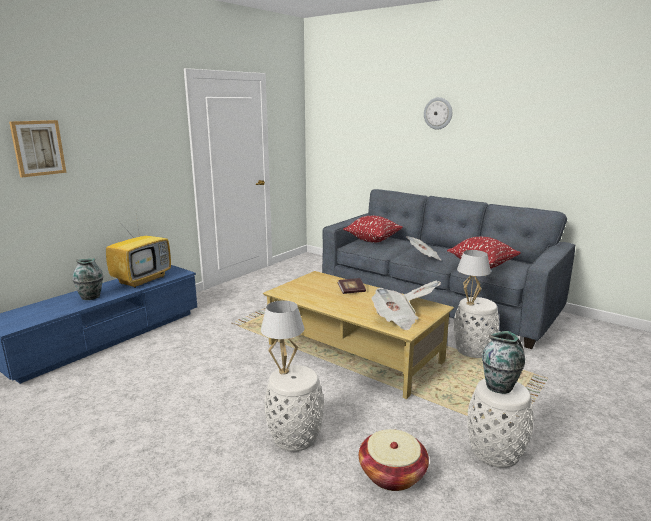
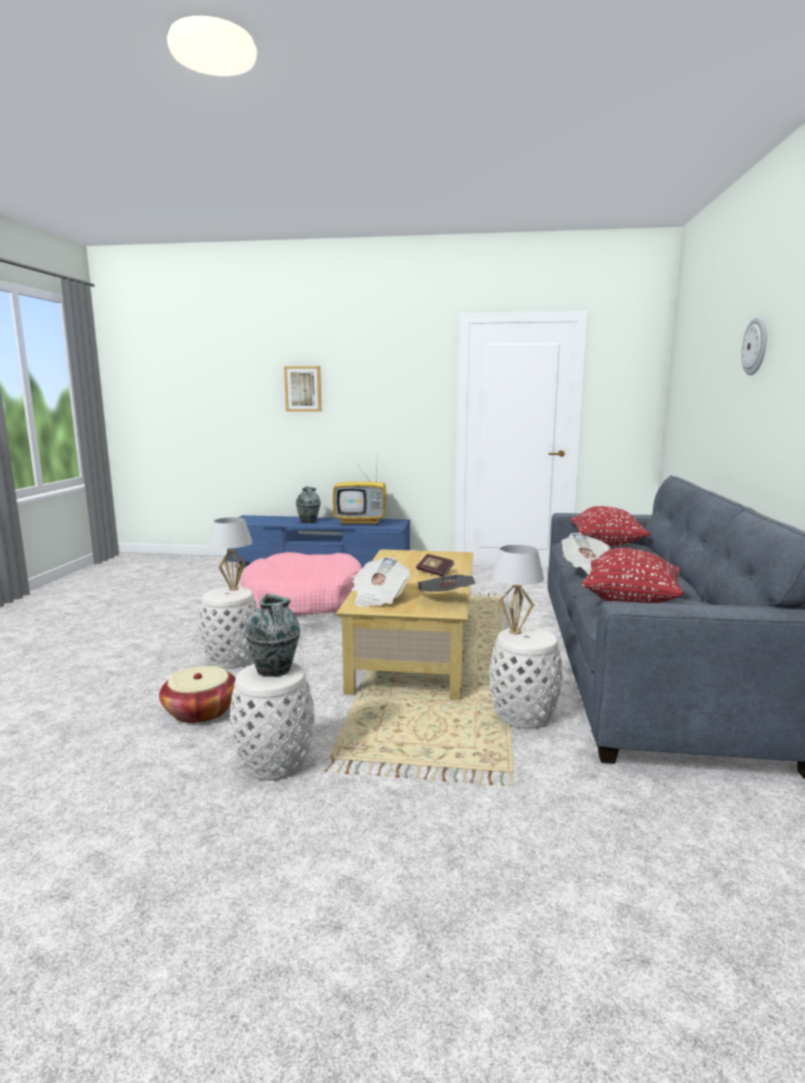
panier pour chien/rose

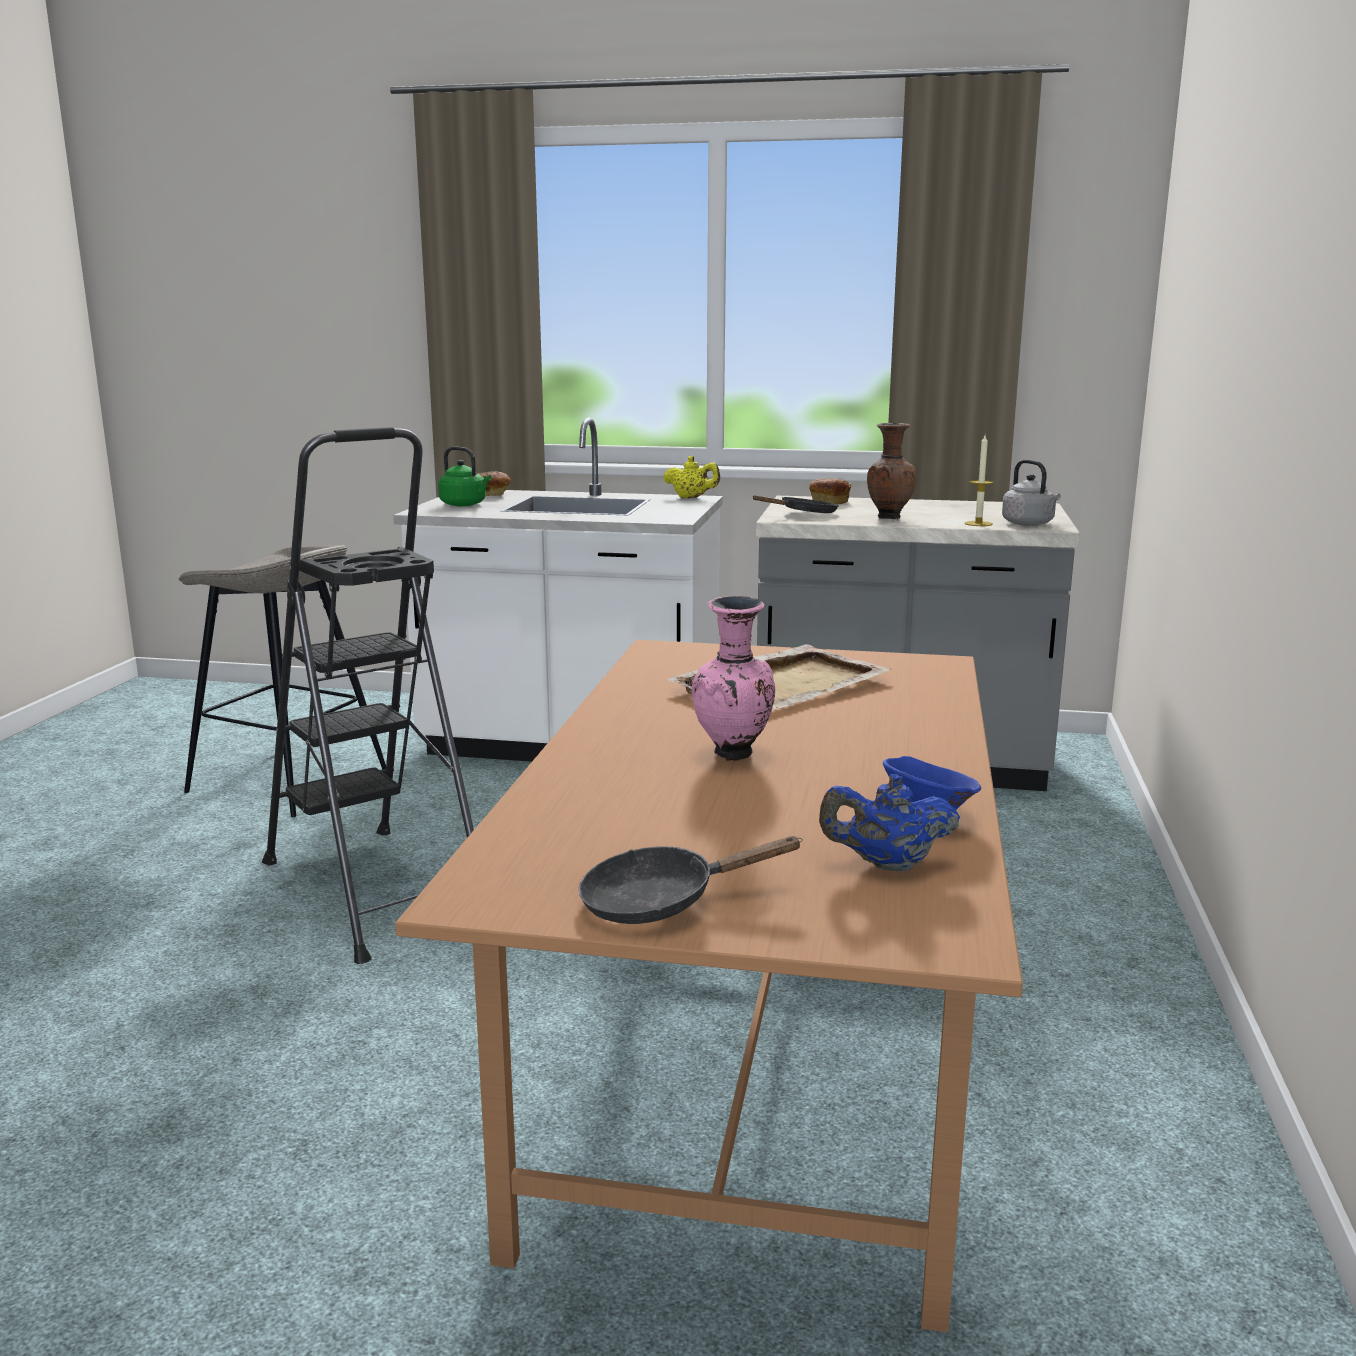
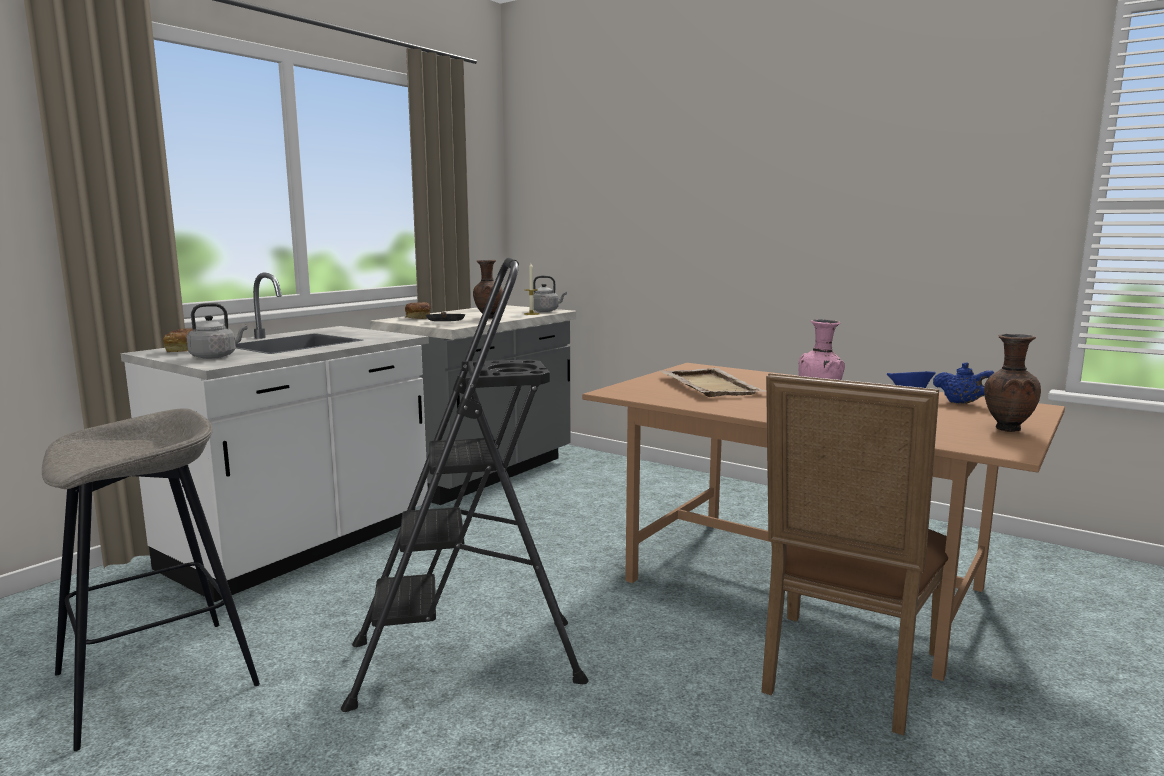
théière/jaune
chaise/marron
vase/marron (2nd from left)
bouilloire/gris (1st from left)
théière/bleu

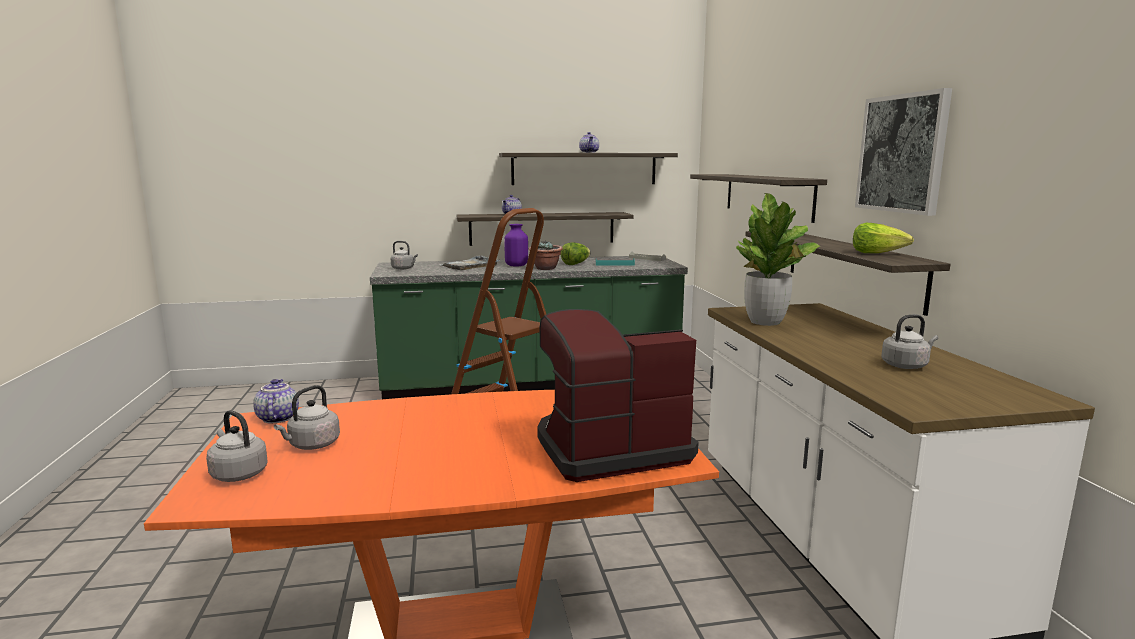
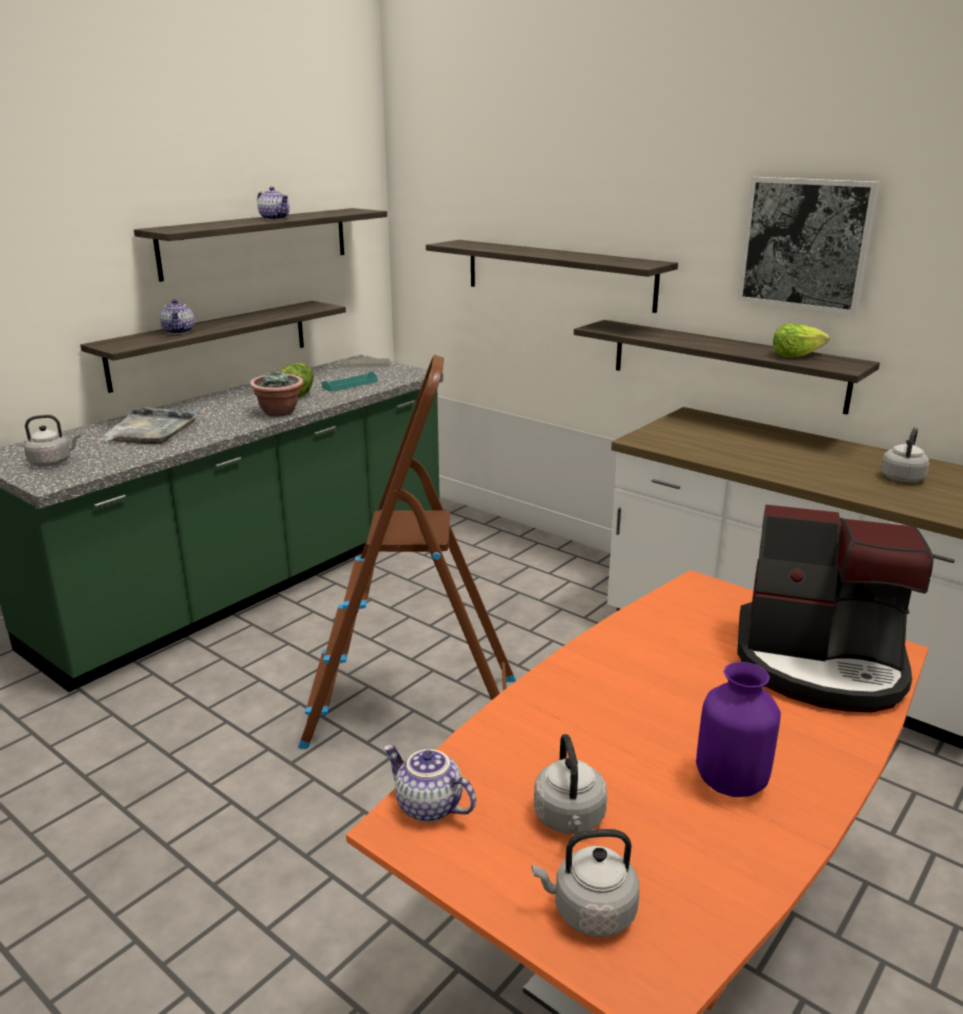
plante en pot (2nd from left in the first image)
vase/violet
machine à café

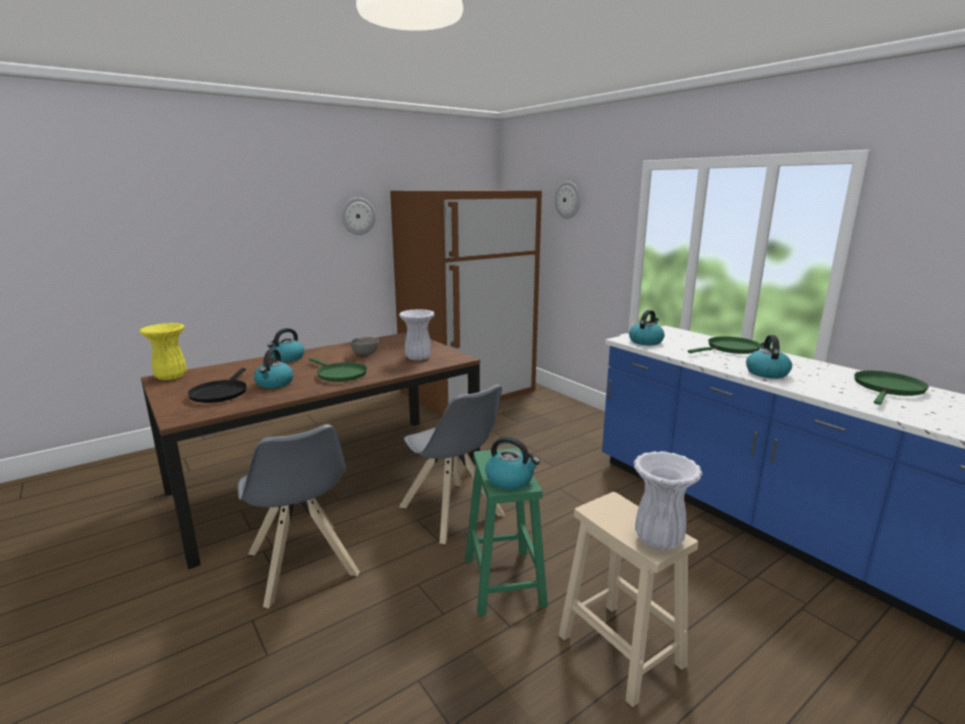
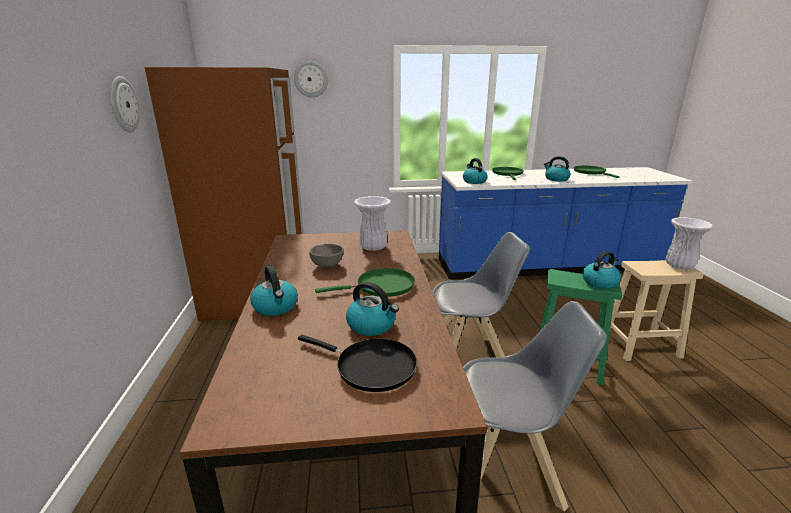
vase/jaune

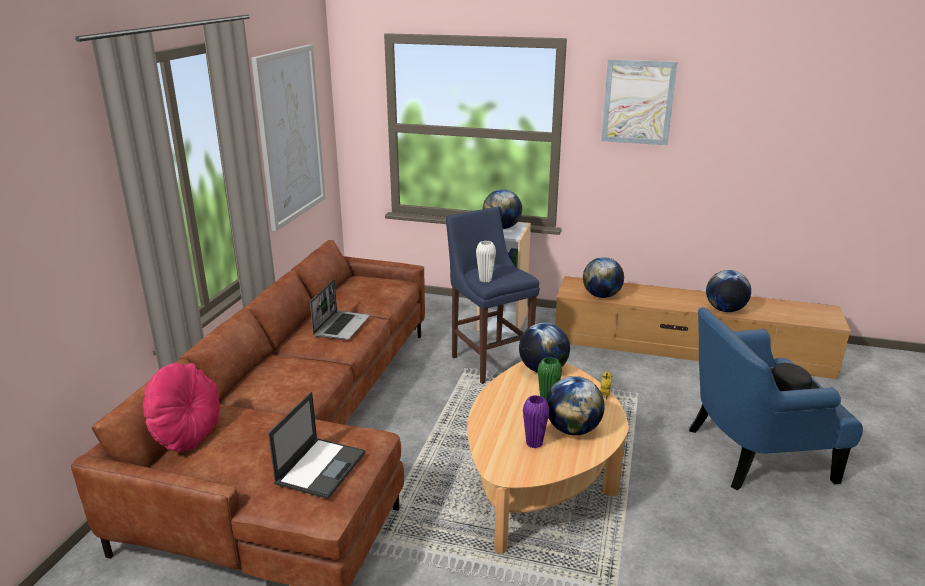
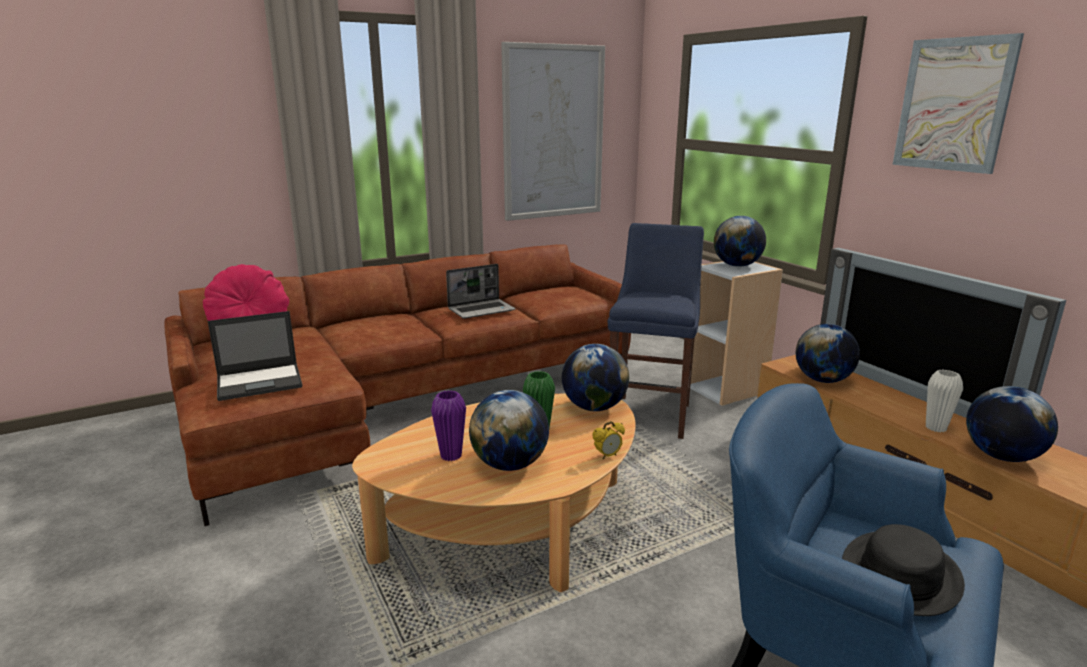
téléviseur
vase/blanc

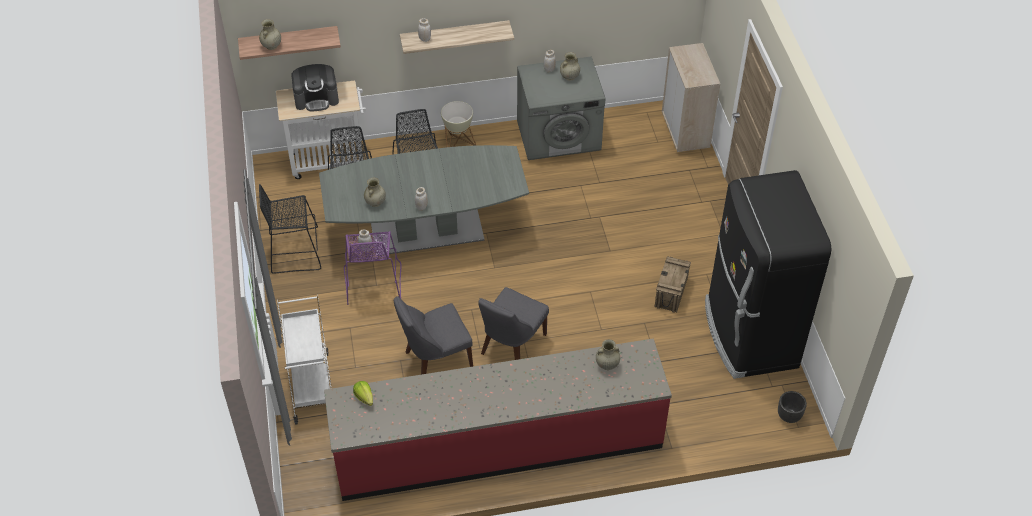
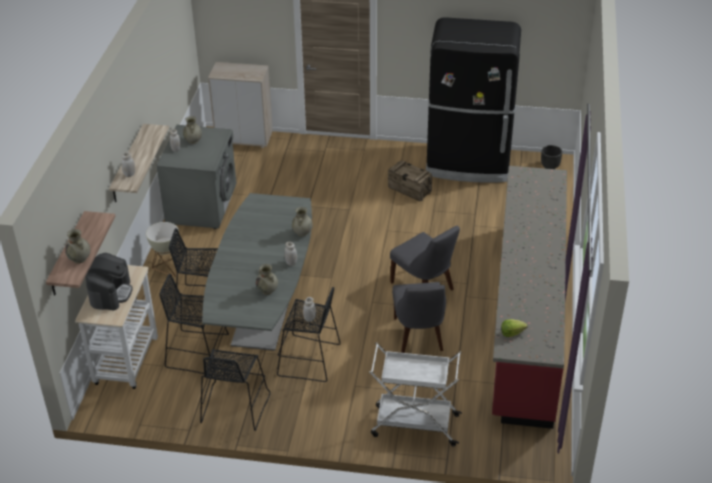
vase/beige (4th from left)
tabouret/noir (4th from left)

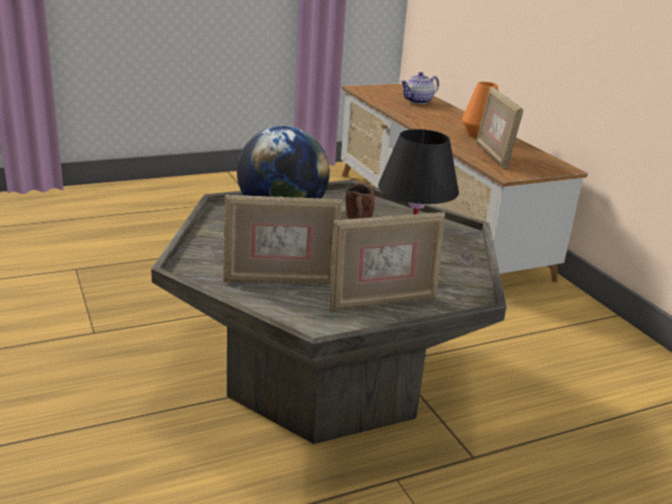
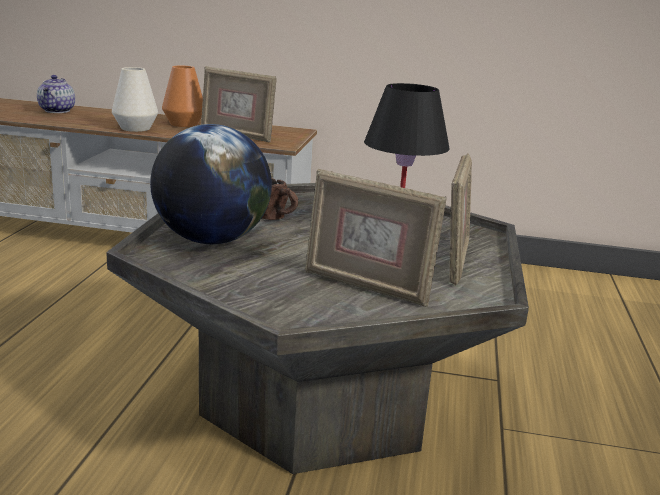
vase/blanc
cadre photo (2nd from left)

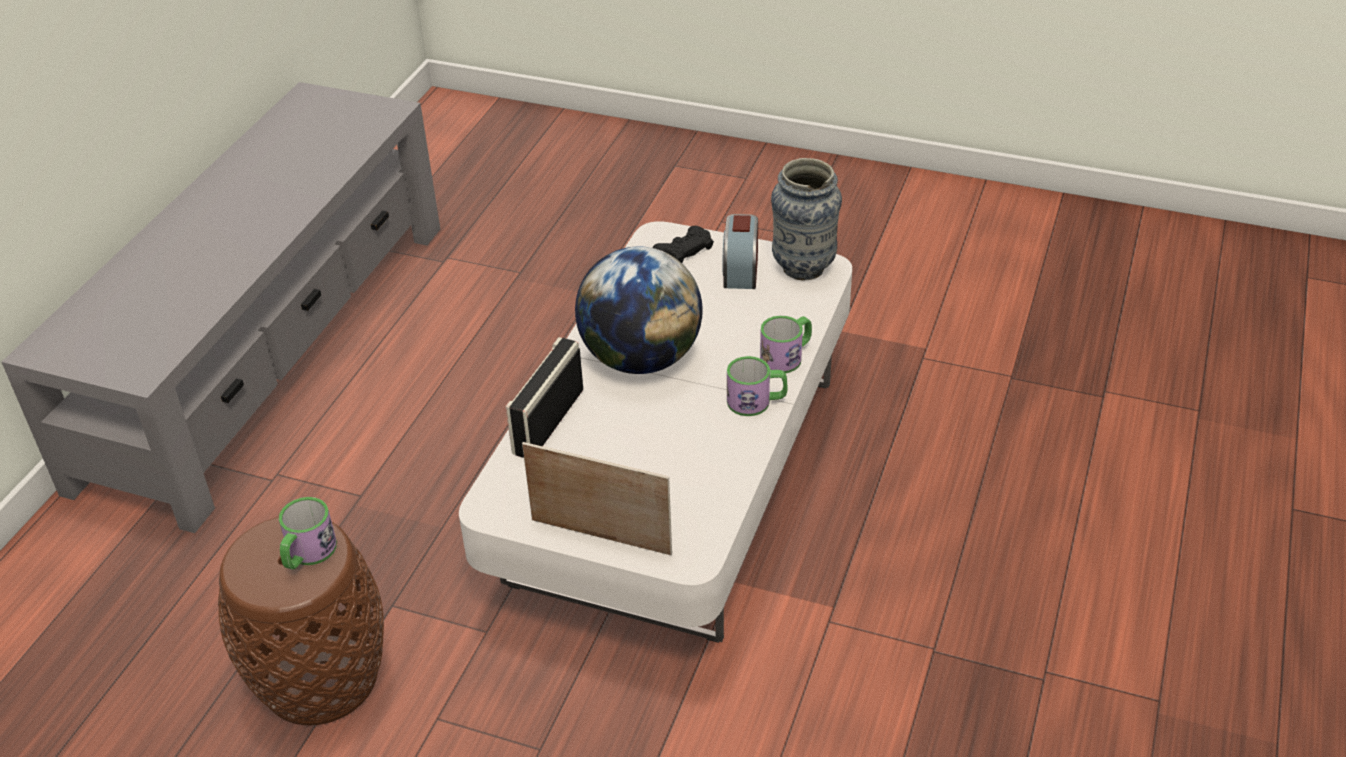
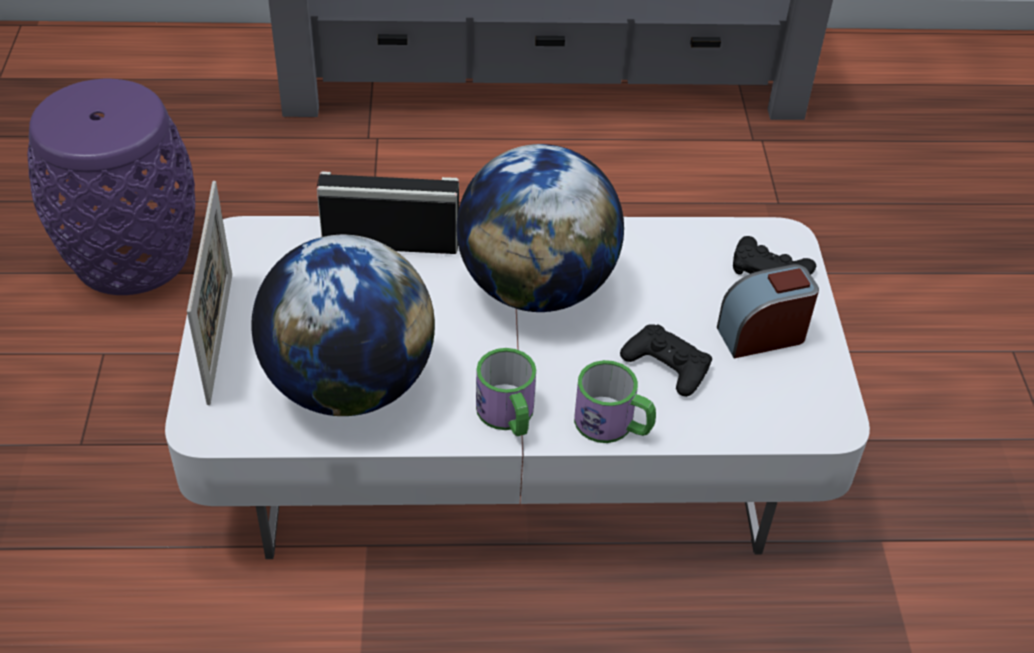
mug (1st from left in the first image)
vase
globe (1st from left)
manette/noir (1st from left)
tabouret/violet

